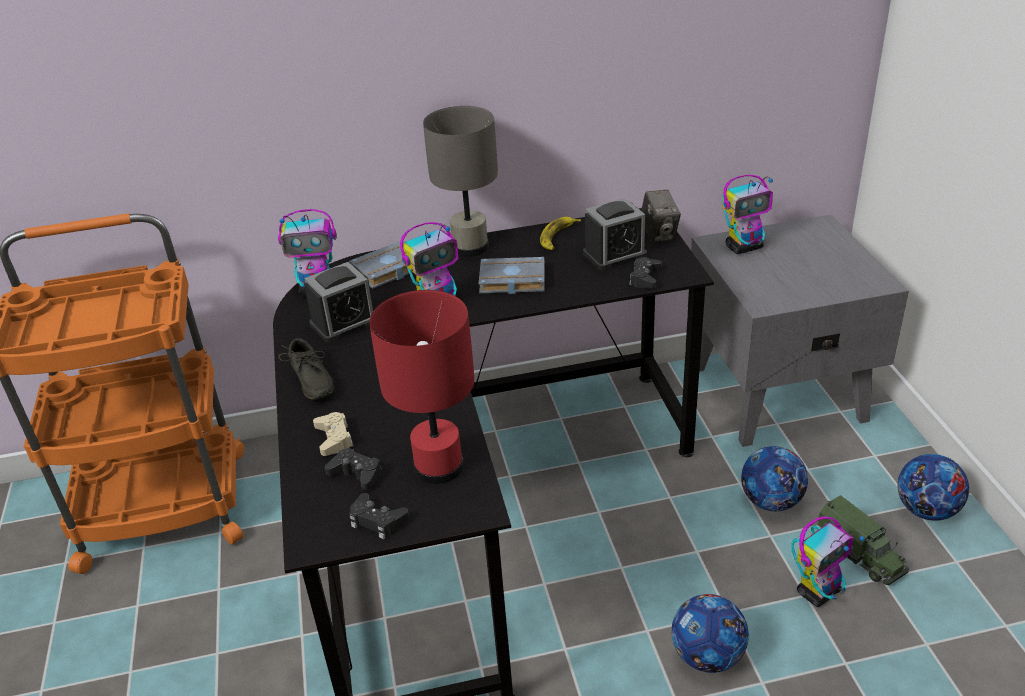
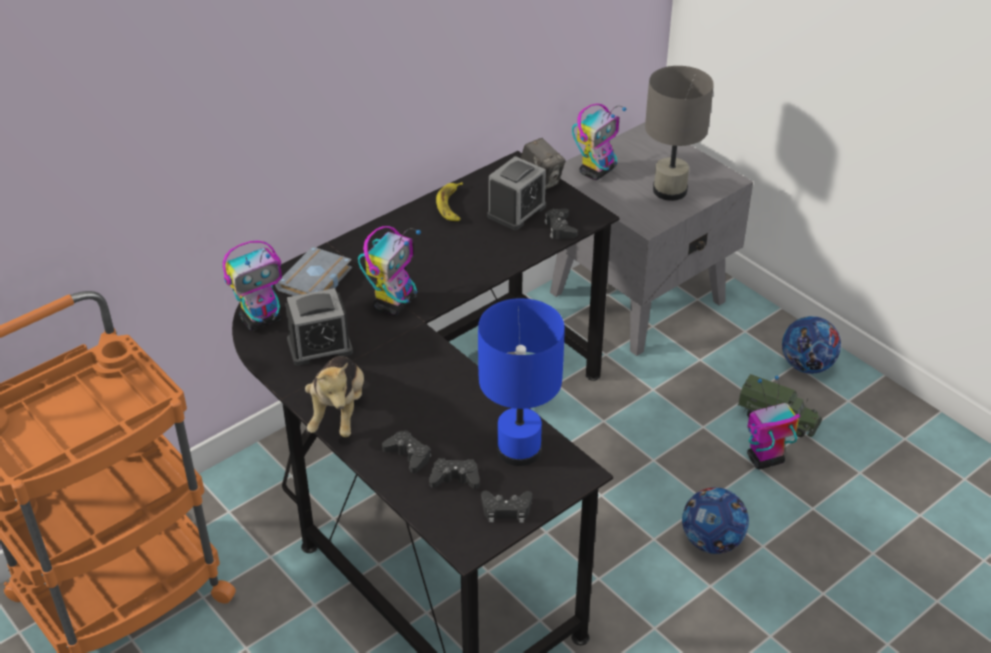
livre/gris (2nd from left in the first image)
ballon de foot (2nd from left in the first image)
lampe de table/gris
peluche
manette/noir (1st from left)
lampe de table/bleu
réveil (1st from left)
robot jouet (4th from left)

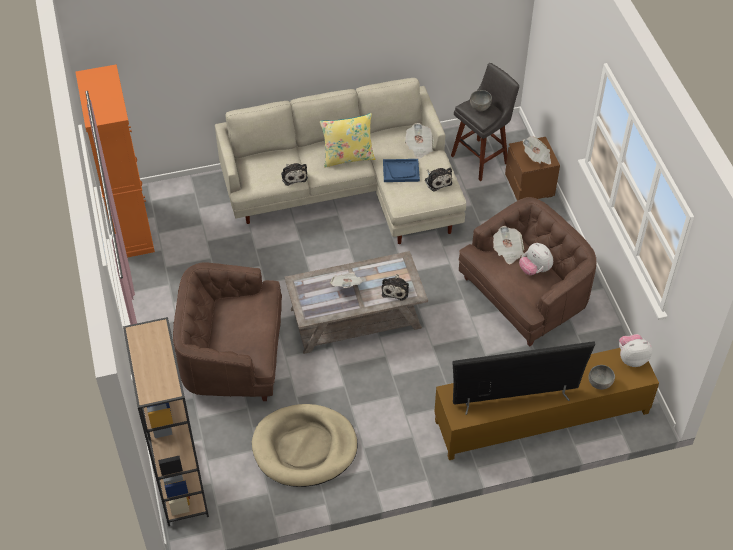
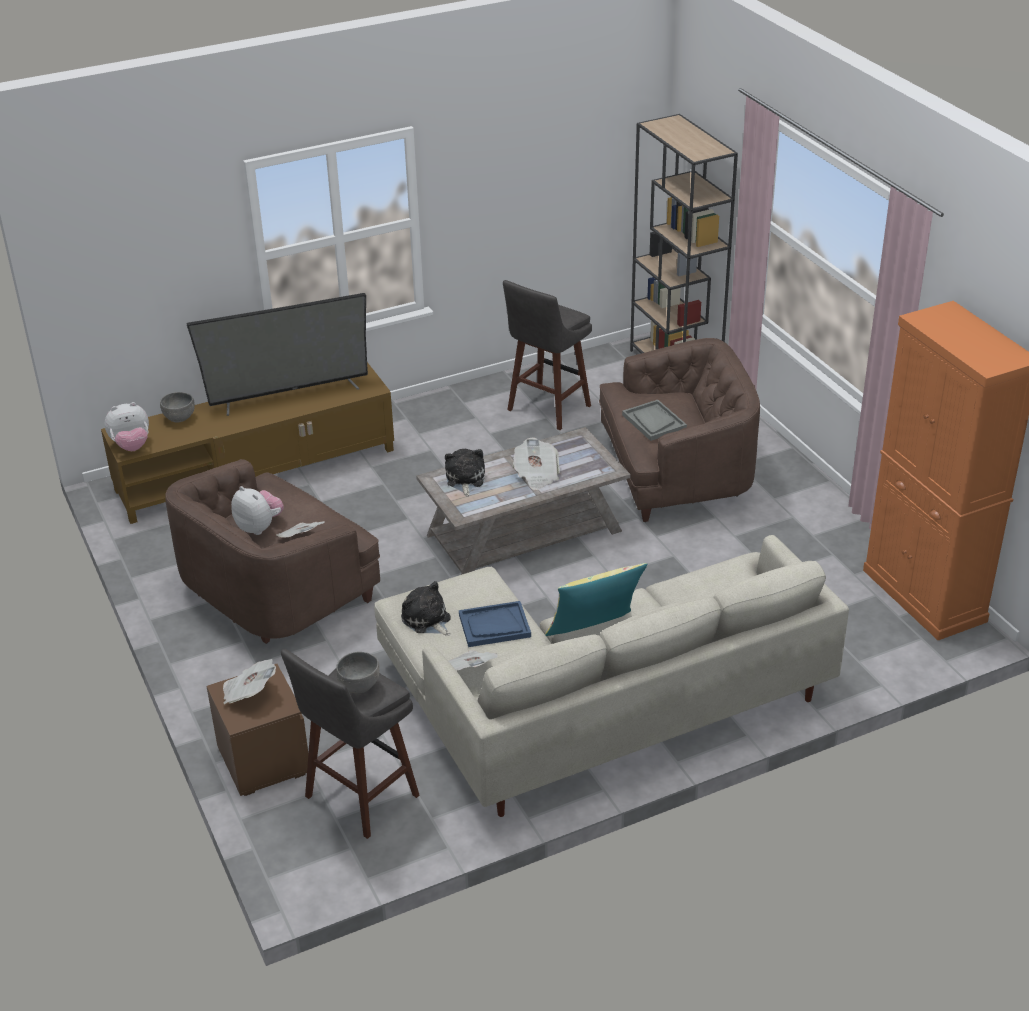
peluche (1st from left in the first image)
plateau/gris
tabouret/gris (2nd from left)

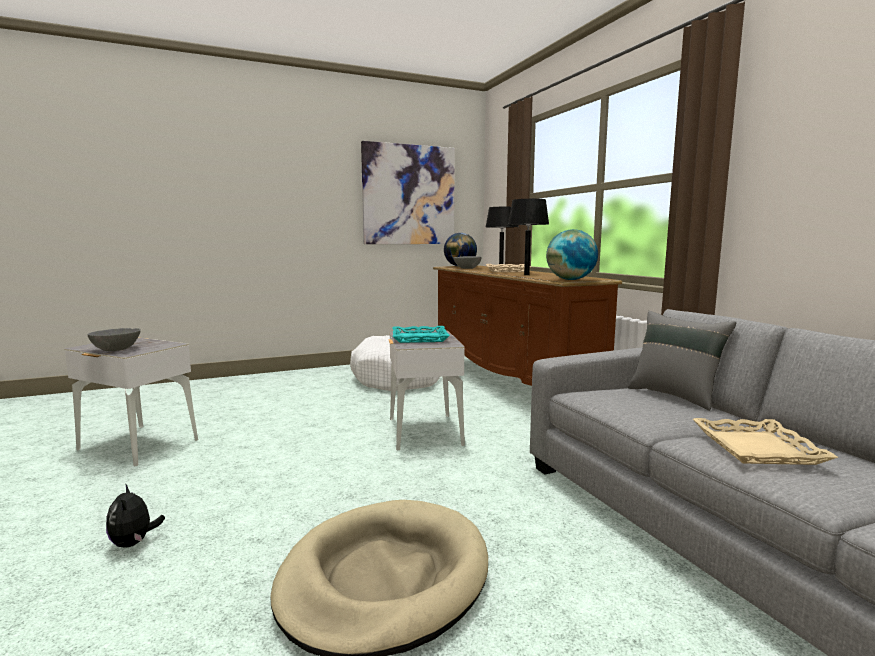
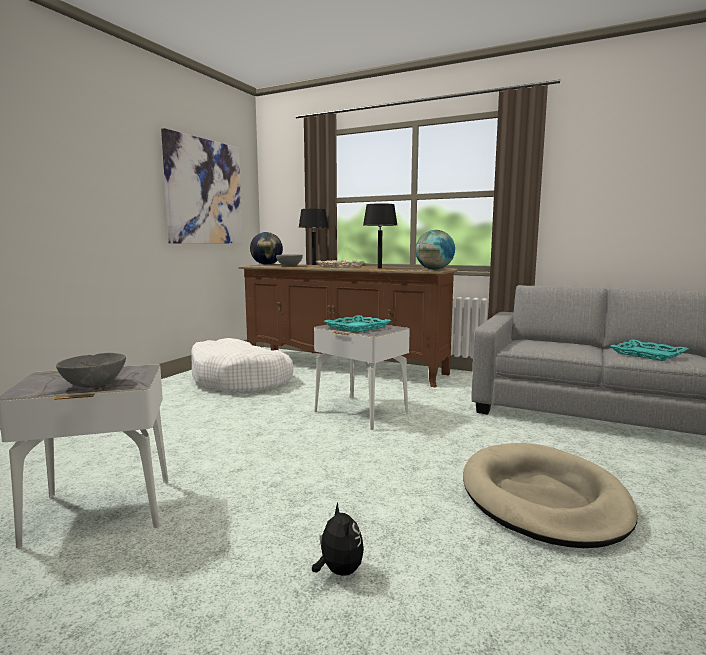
coussin/gris
plateau/turquoise (2nd from left)
peluche

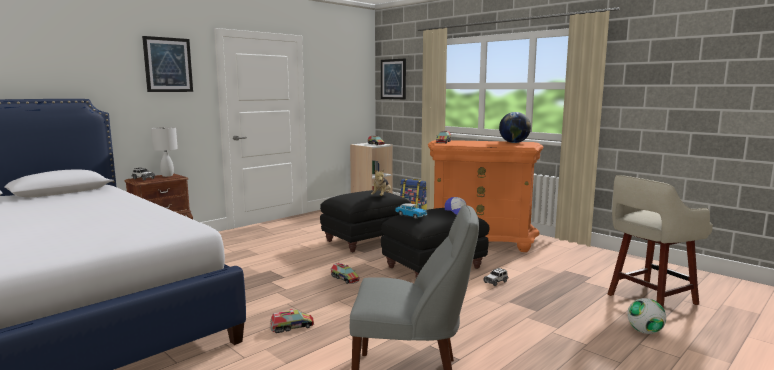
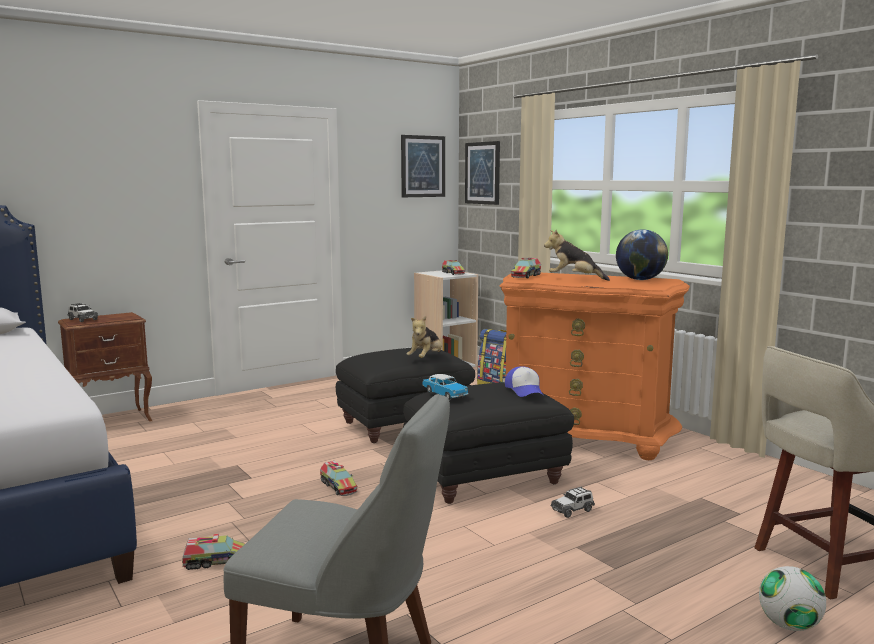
lampe de table/blanc
peluche (2nd from left)
tableau (1st from left)

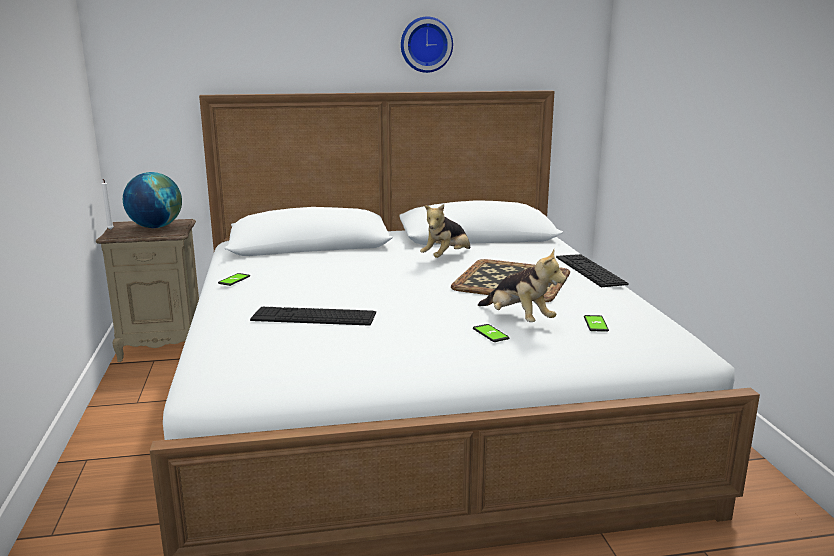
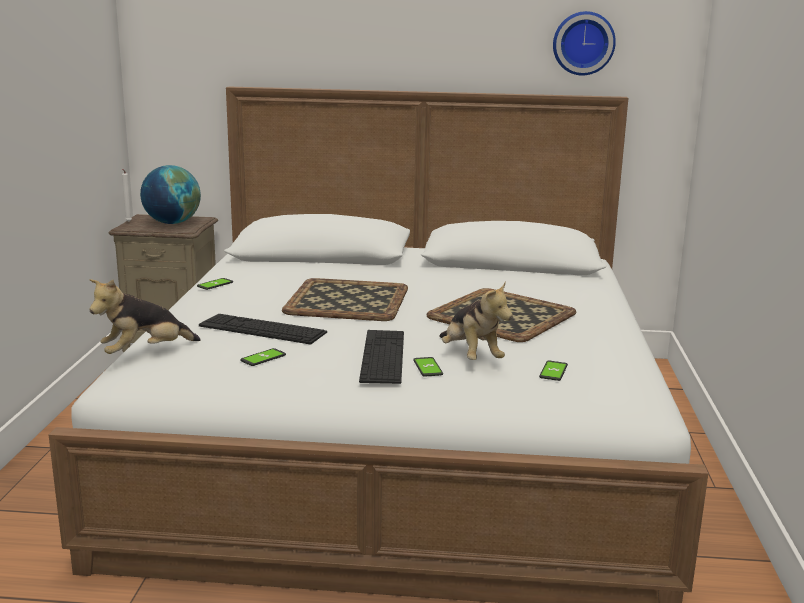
téléphone (2nd from left)
plateau (1st from left)
horloge murale
peluche (1st from left)
clavier (2nd from left)

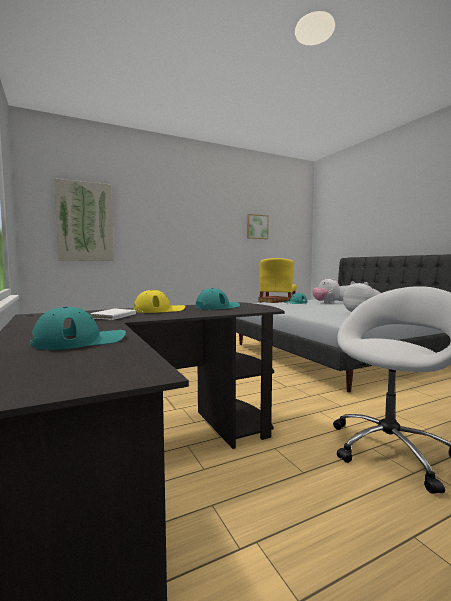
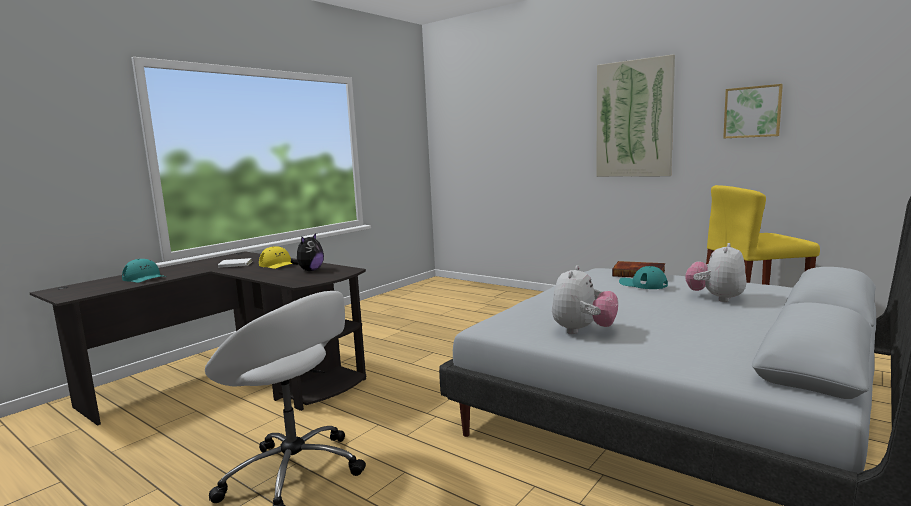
tableau (1st from left)
peluche (1st from left)

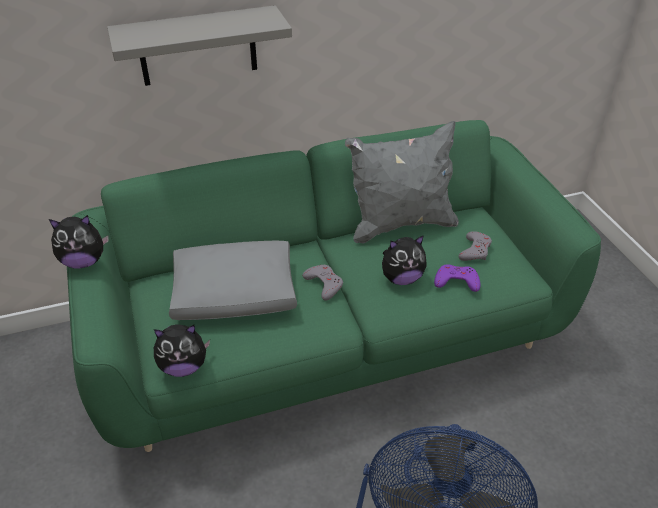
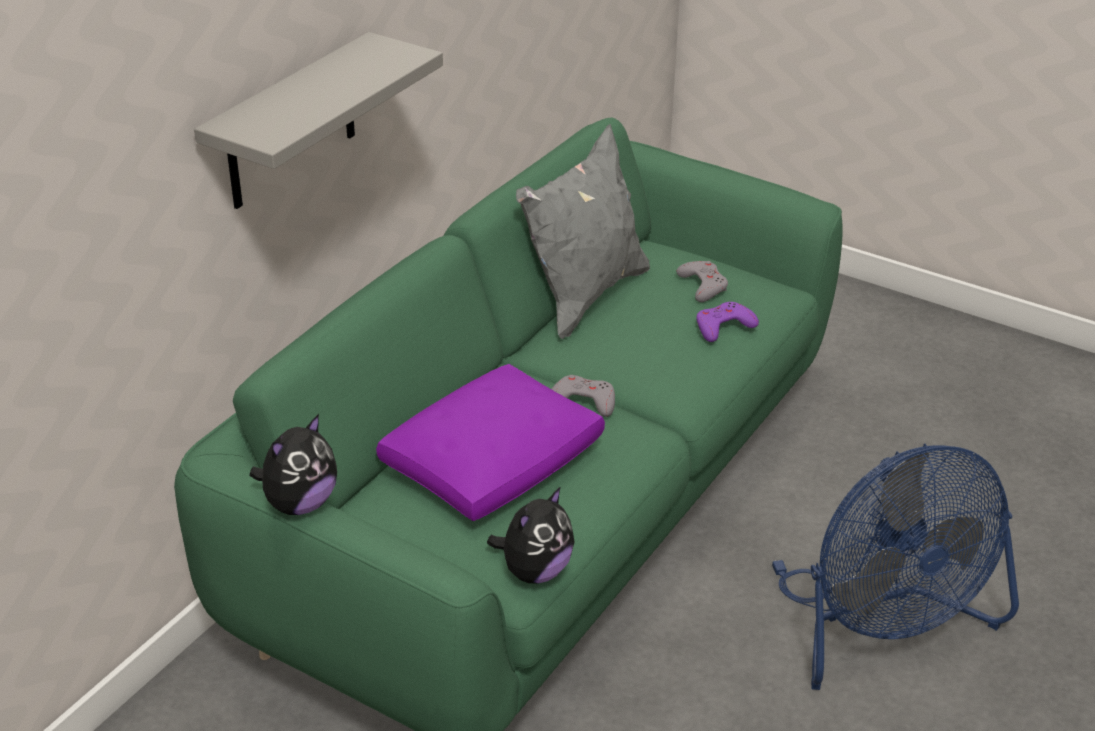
peluche (3rd from left in the first image)
coussin/violet

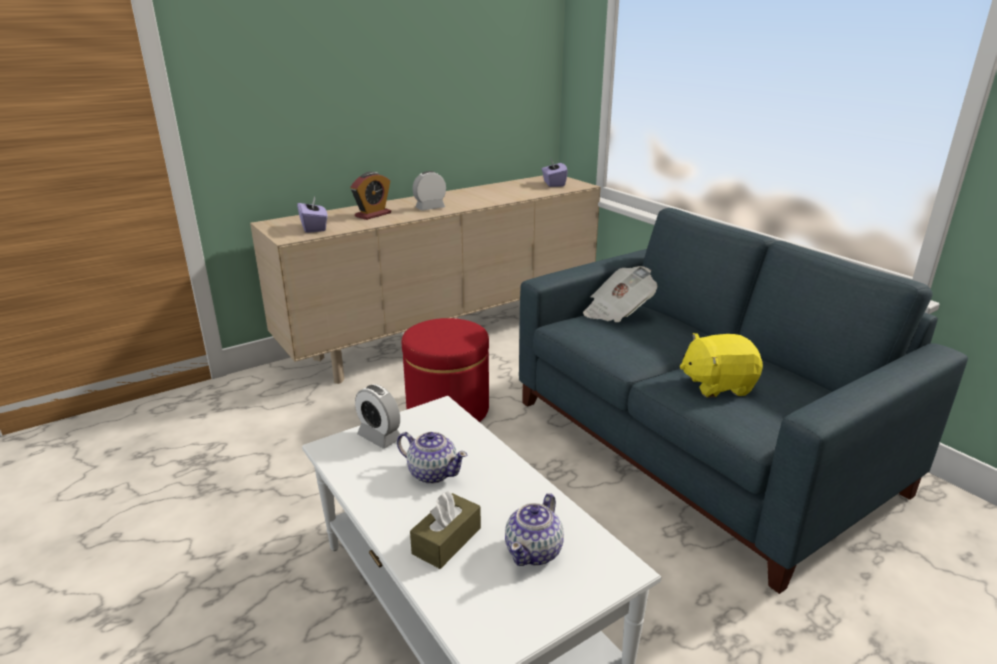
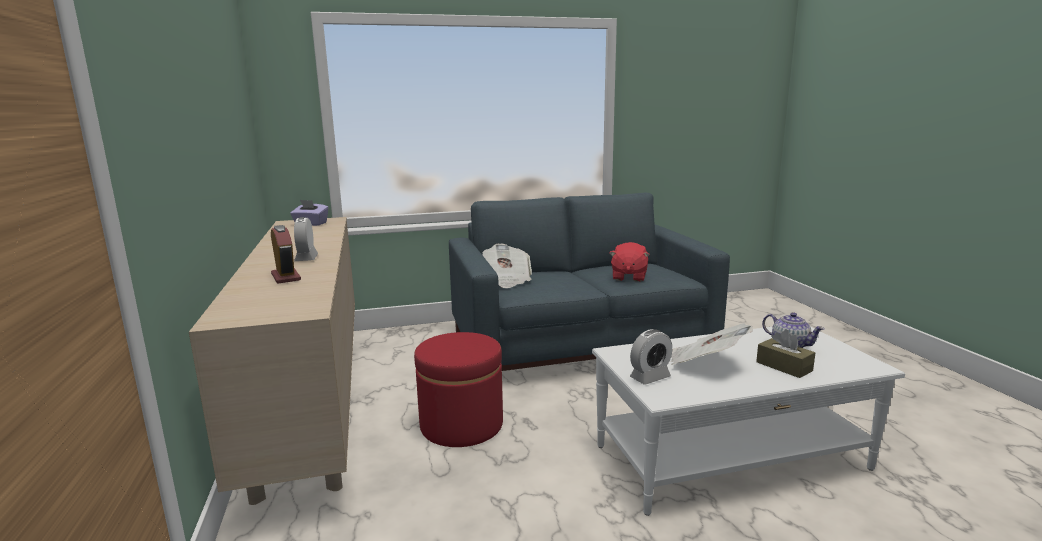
boîte à mouchoirs/violet (1st from left in the first image)
journal (2nd from left)
peluche/rouge

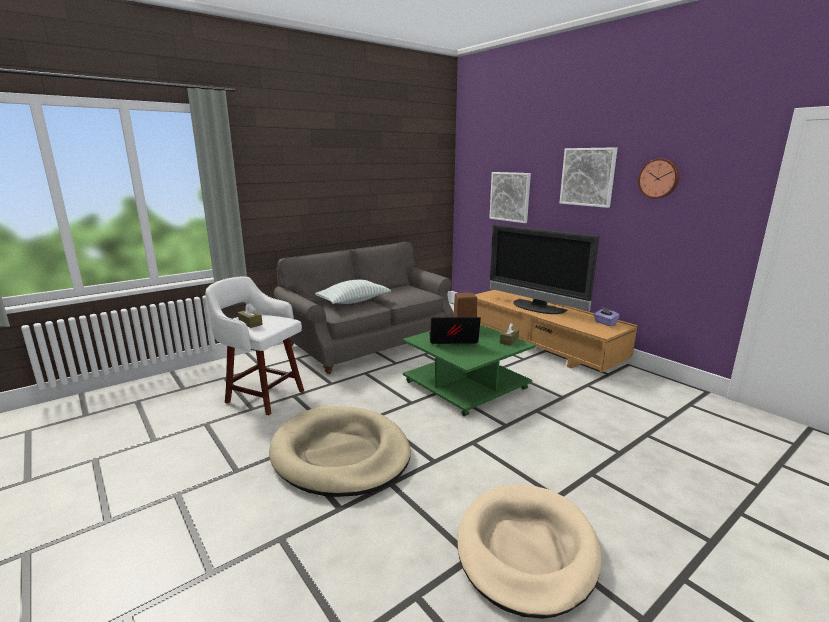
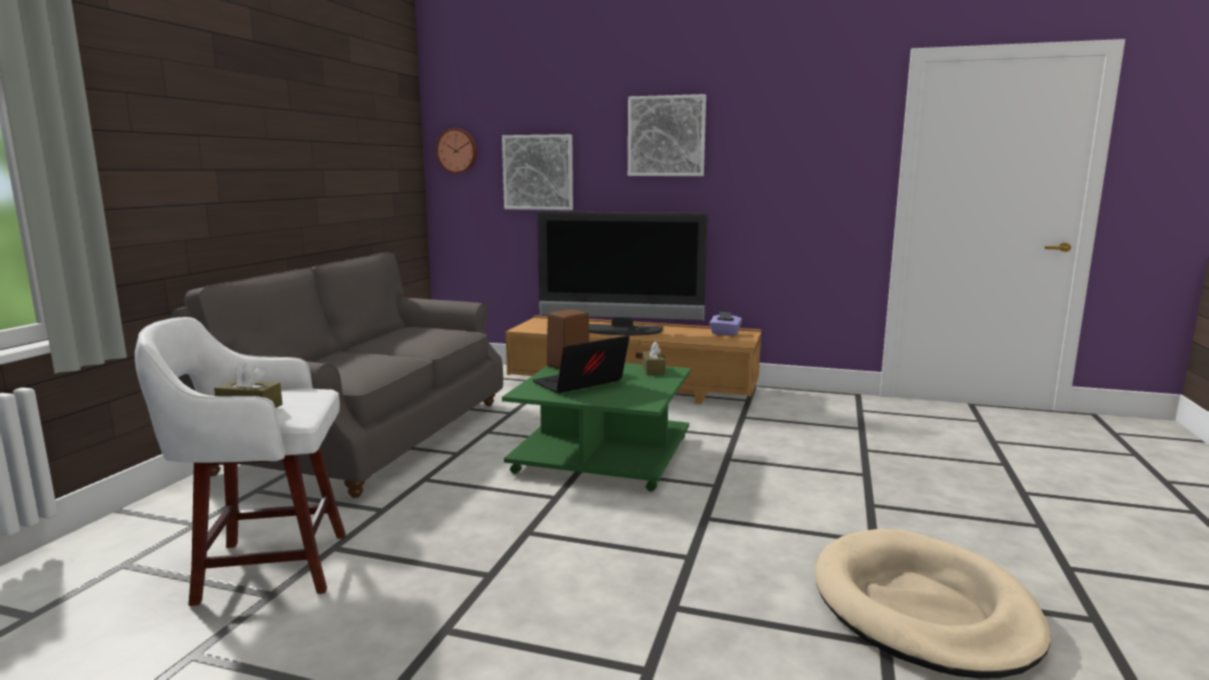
panier pour chien/beige (1st from left in the first image)
coussin
horloge murale

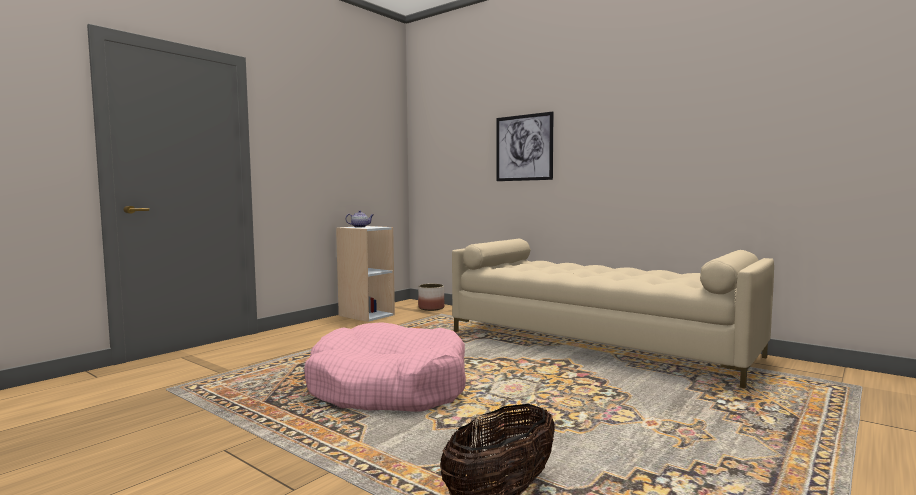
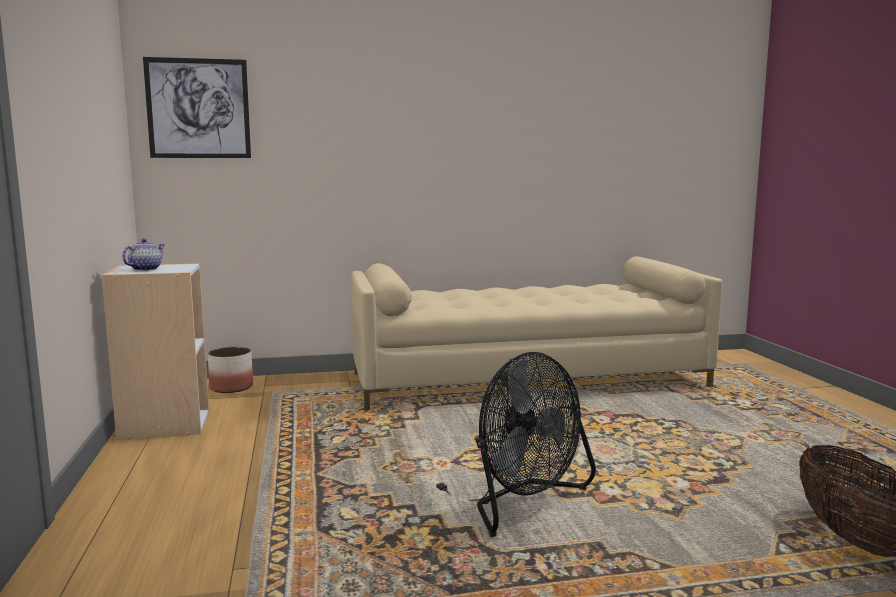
tableau
ventilateur/noir

